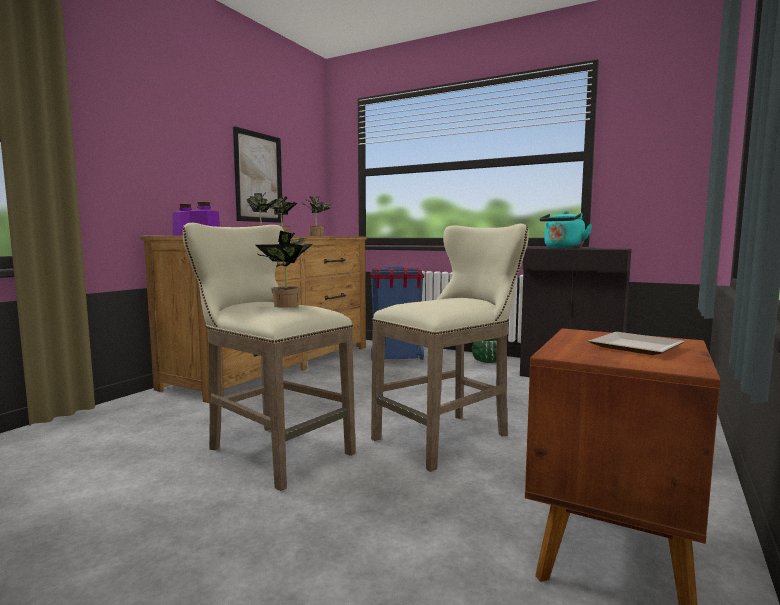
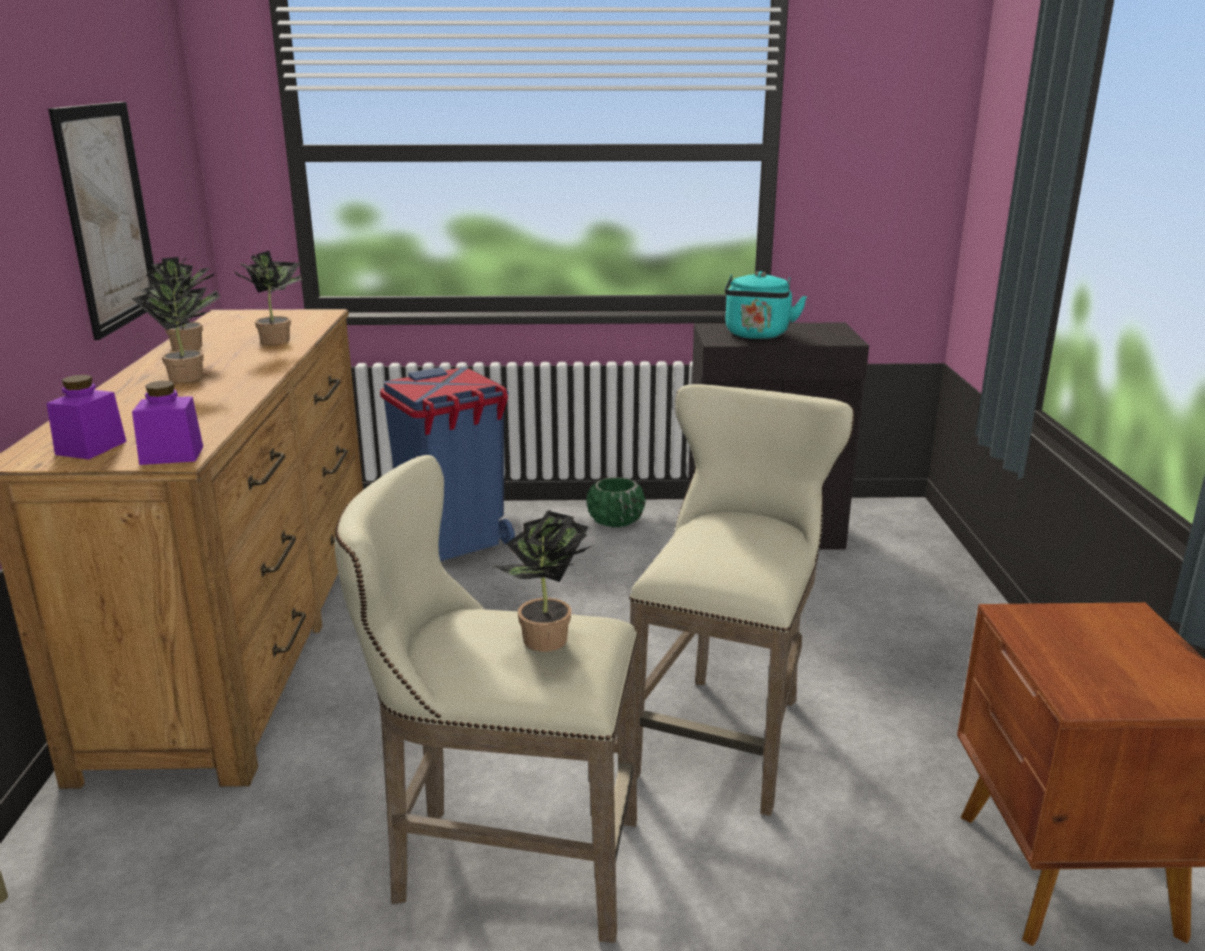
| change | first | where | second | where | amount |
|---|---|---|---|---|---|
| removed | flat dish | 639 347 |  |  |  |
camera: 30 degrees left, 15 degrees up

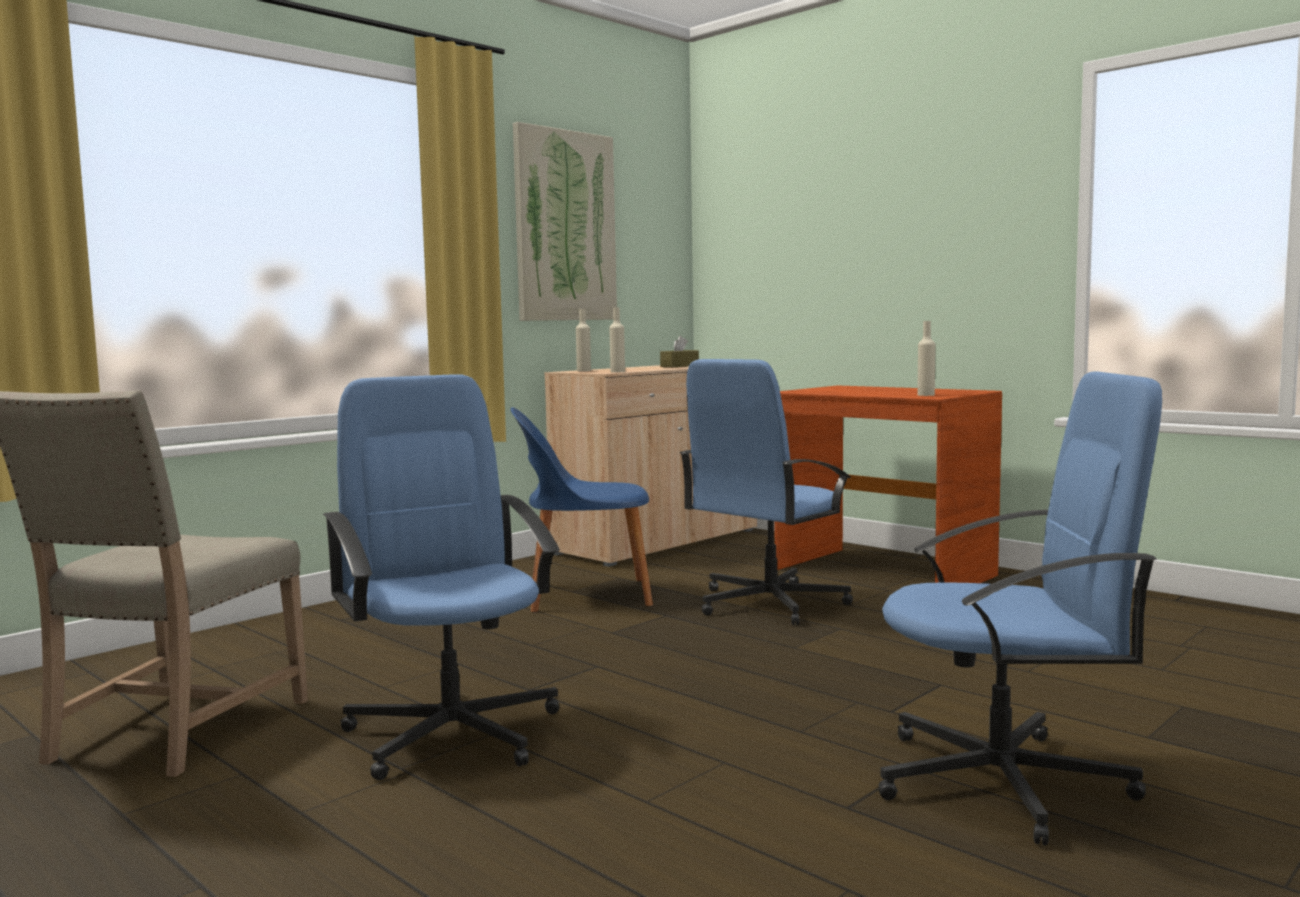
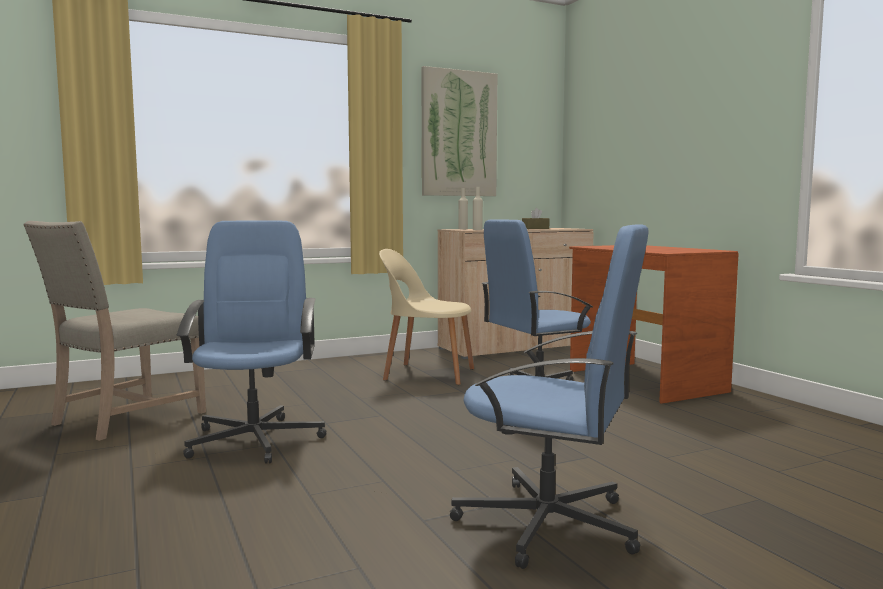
| change | first | where | second | where | amount |
|---|---|---|---|---|---|
| recoloured | upright chair (blue) | 584 595 | upright chair (beige) | 426 374 |  |
| removed | bottle (beige) | 926 395 |  |  |  |
camera: 20 degrees right, 0 degrees up

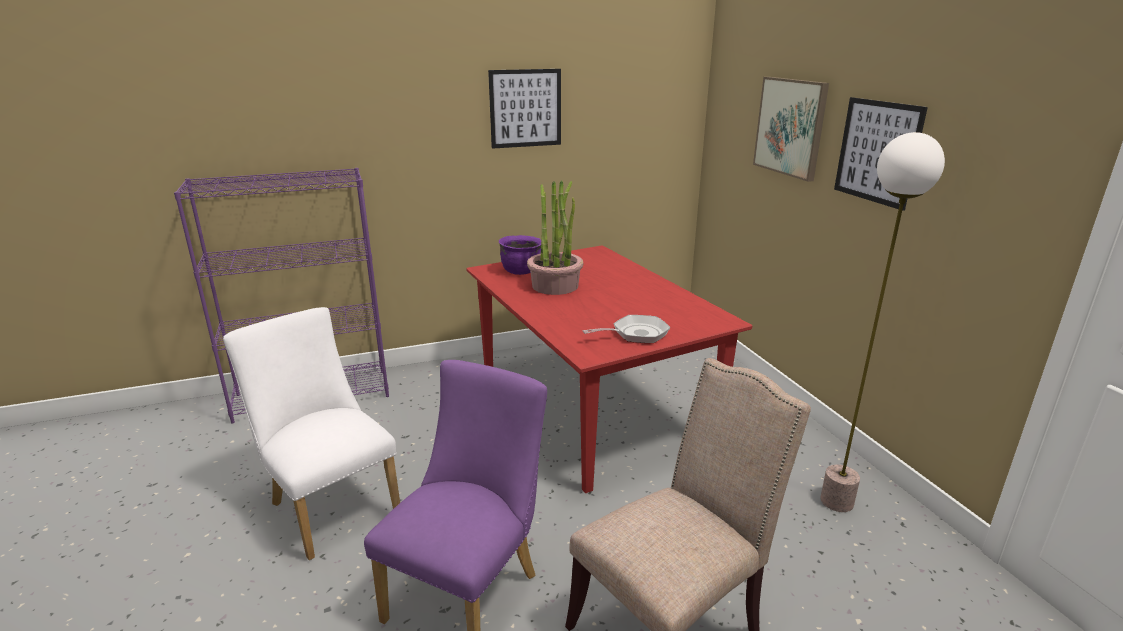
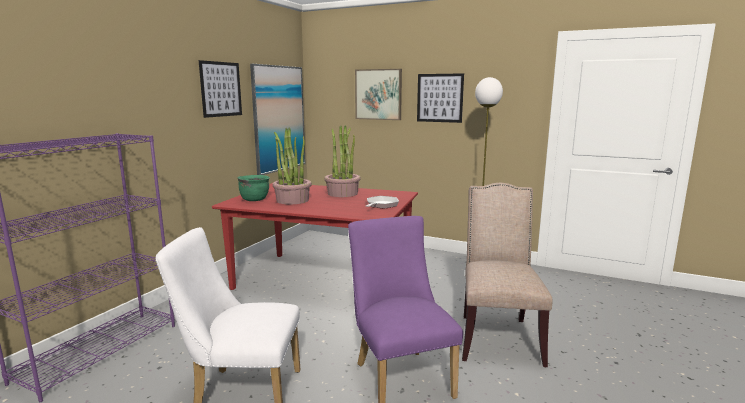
| change | first | where | second | where | amount |
|---|---|---|---|---|---|
| recoloured | stockpot (purple-coloured) | 521 271 | stockpot (green) | 254 199 |  |
| added |  |  | wall art | 279 118 |  |
| added |  |  | potted plant | 342 193 |  |
camera: 45 degrees left, 10 degrees down

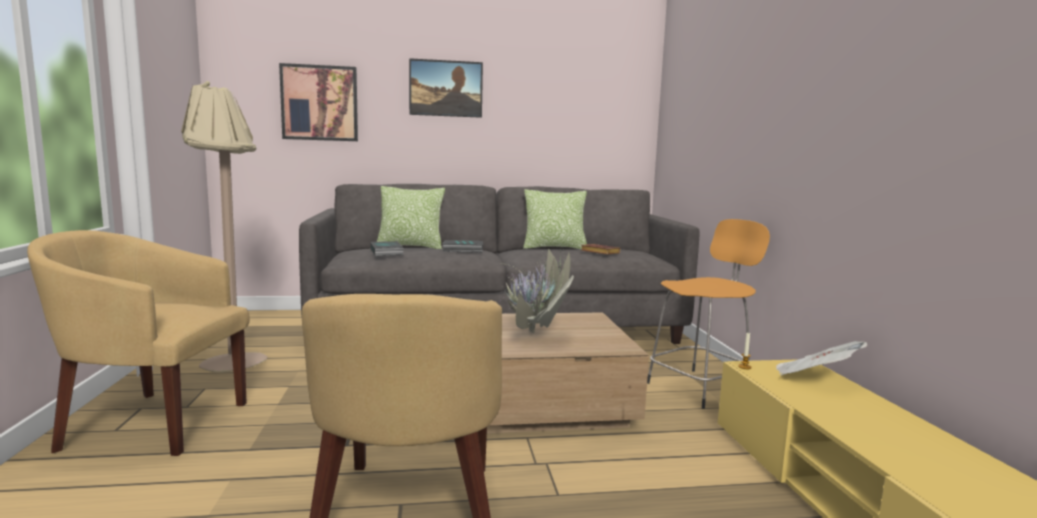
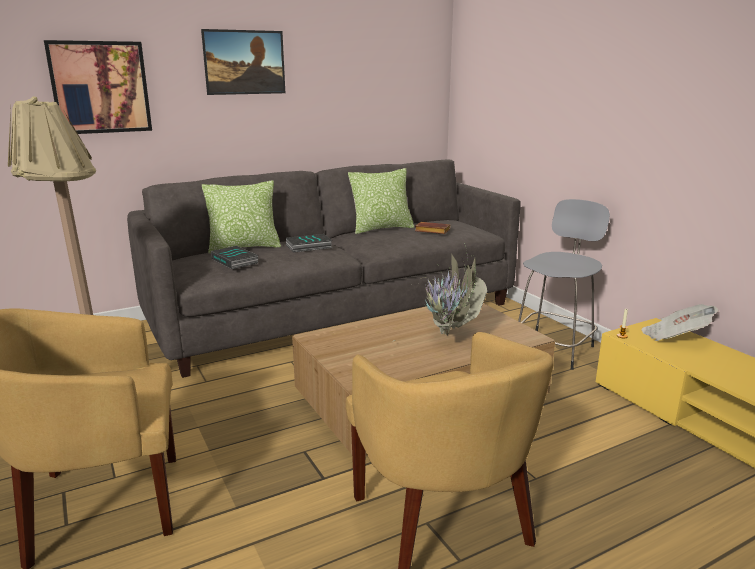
| change | first | where | second | where | amount |
|---|---|---|---|---|---|
| recoloured | stool (orange) | 700 387 | stool (greyish) | 554 348 |  |
camera: 20 degrees left, 10 degrees up

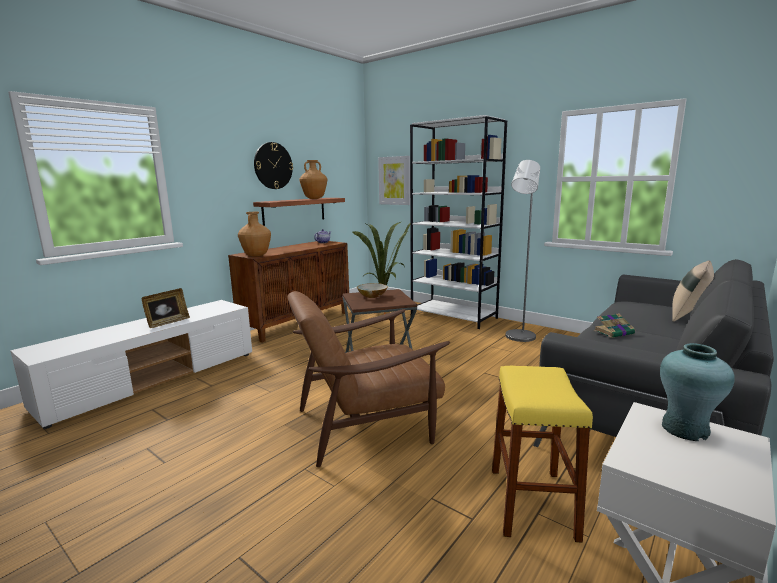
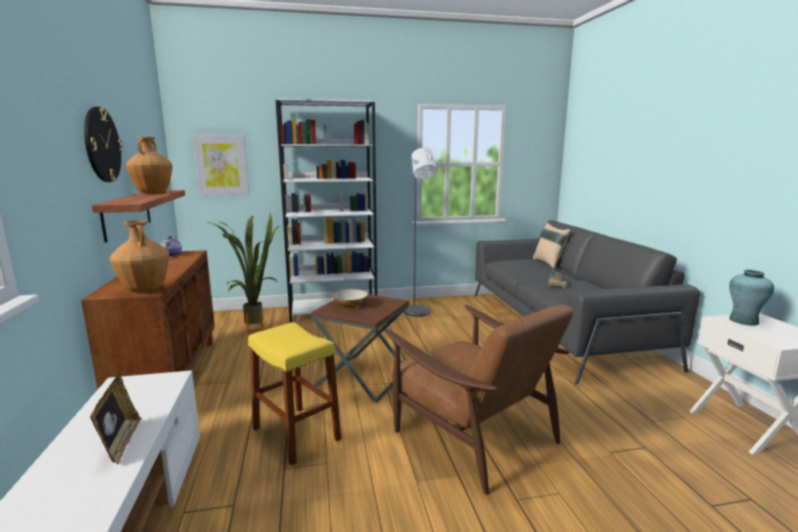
| change | first | where | second | where | amount |
|---|---|---|---|---|---|
| moved | stool (yellow-coloured) | 532 502 |  | 296 434 |  |
| turned | lounge chair (brown) | 367 423 |  | 472 433 | 60 degrees counterclockwise |
camera: 50 degrees left, 0 degrees up

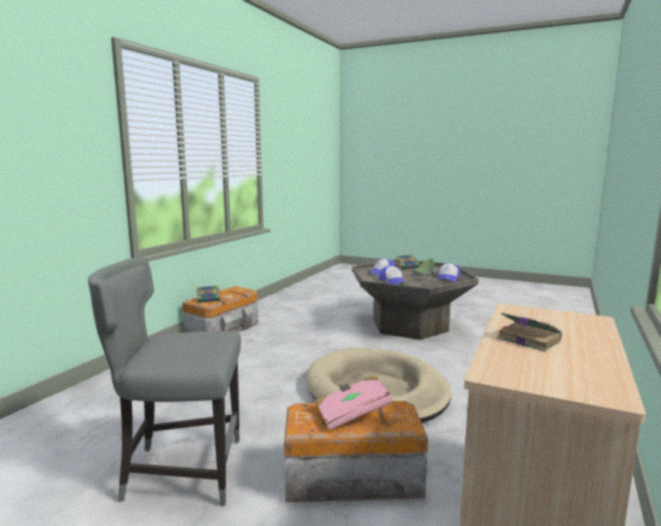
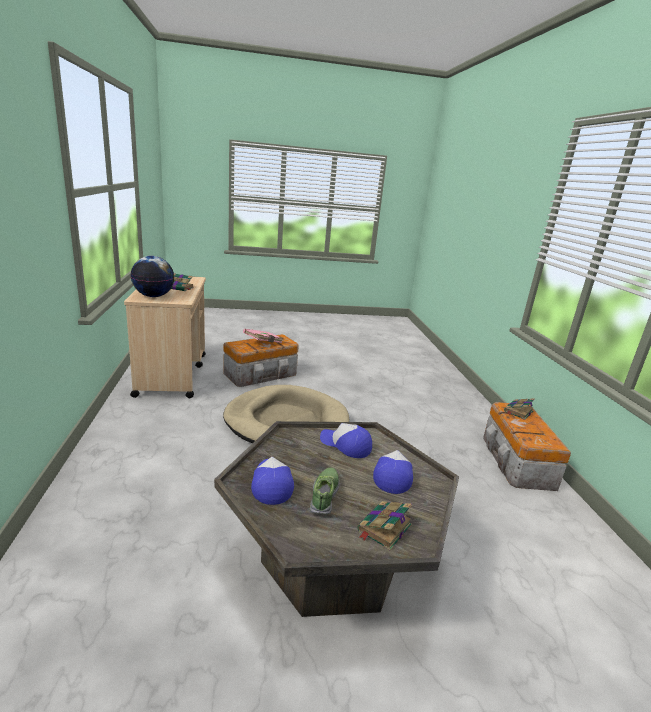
| change | first | where | second | where | amount |
|---|---|---|---|---|---|
| added |  |  | globe | 154 296 |  |
| removed | upright chair (greyish) | 181 471 |  |  |  |
camera: 145 degrees right, 10 degrees up

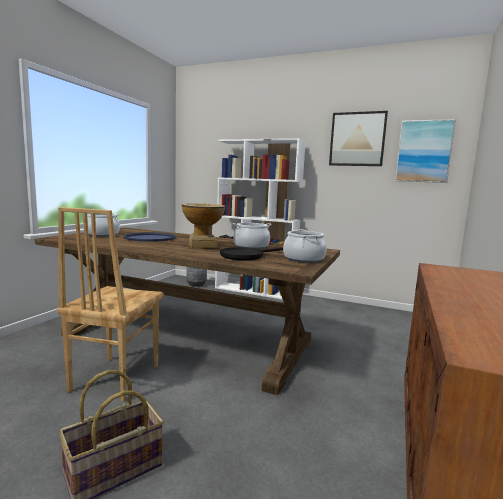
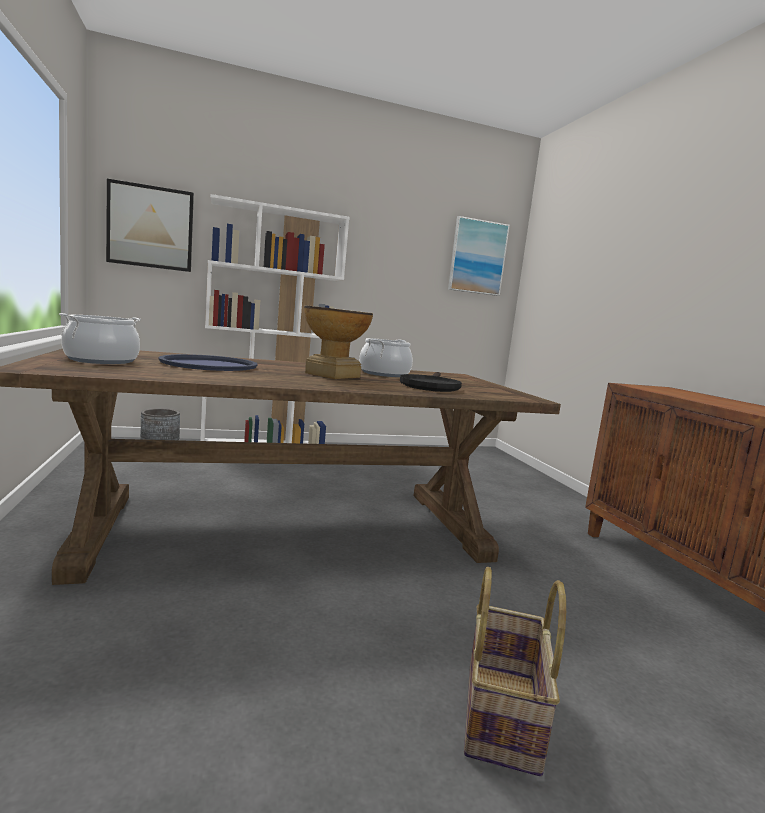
| change | first | where | second | where | amount |
|---|---|---|---|---|---|
| moved | wall art | 357 139 |  | 150 227 |  |
| removed | upright chair (brown) | 114 378 |  |  |  |
| removed | stockpot | 304 259 |  |  |  |
camera: 40 degrees left, 0 degrees up

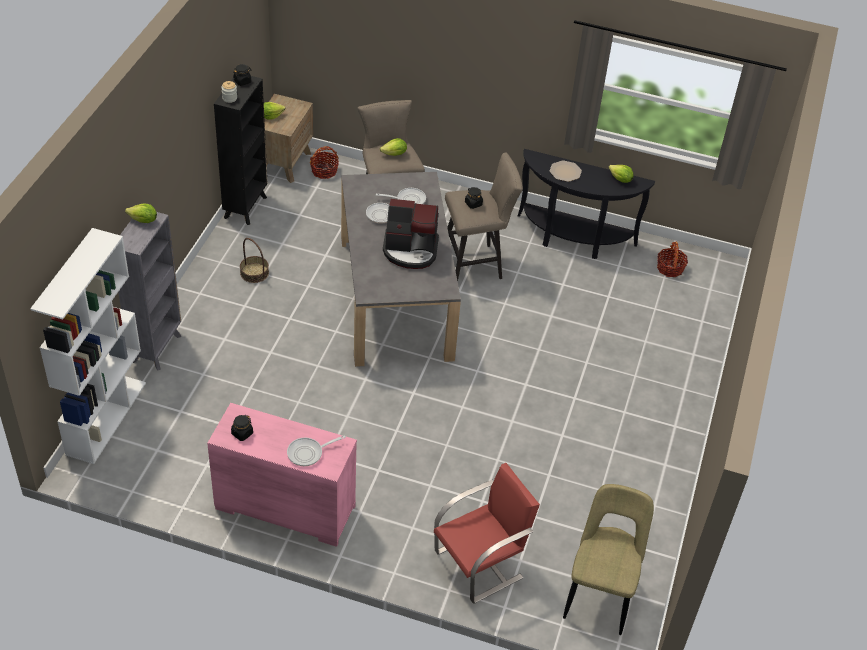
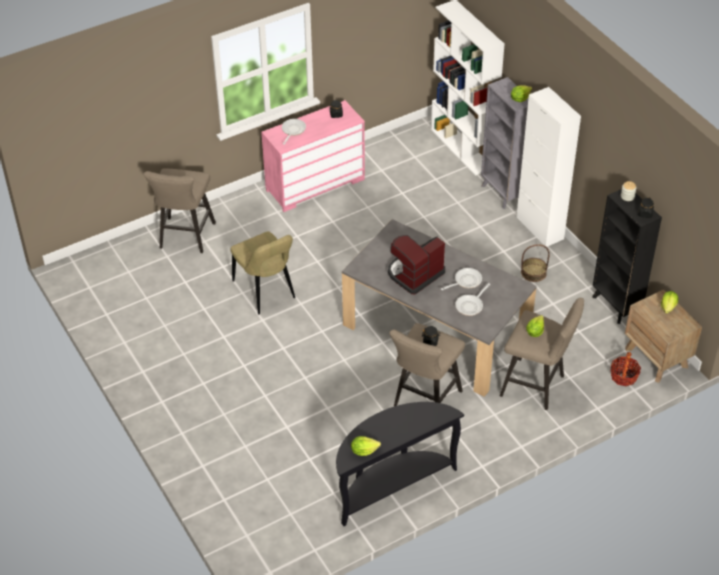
| change | first | where | second | where | amount |
|---|---|---|---|---|---|
| replaced | upright chair (red) | 480 564 | stool (beige) | 185 238 |  |
| moved | upright chair (beige) | 600 593 |  | 265 291 |  |
| added |  |  | cupboard (whitish) | 539 228 |  |
| removed | flat dish | 565 171 |  |  |  |
| removed | storage basket | 670 268 |  |  |  |
camera: 135 degrees right, 0 degrees up

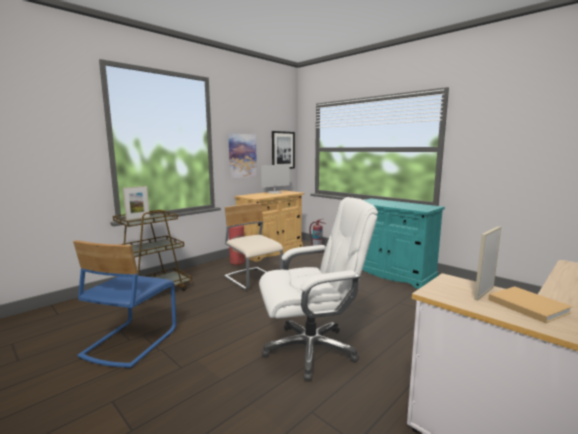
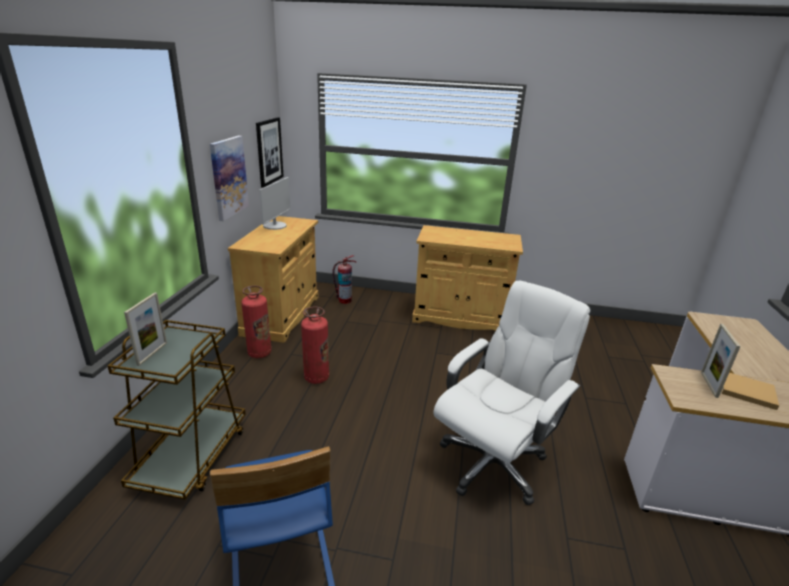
| change | first | where | second | where | amount |
|---|---|---|---|---|---|
| replaced | upright chair (beige) | 253 279 | fire extinguisher | 316 377 |  |
| recoloured | cupboard (turquoise-coloured) | 391 273 | cupboard (beige) | 460 317 |  |
camera: 35 degrees left, 15 degrees up

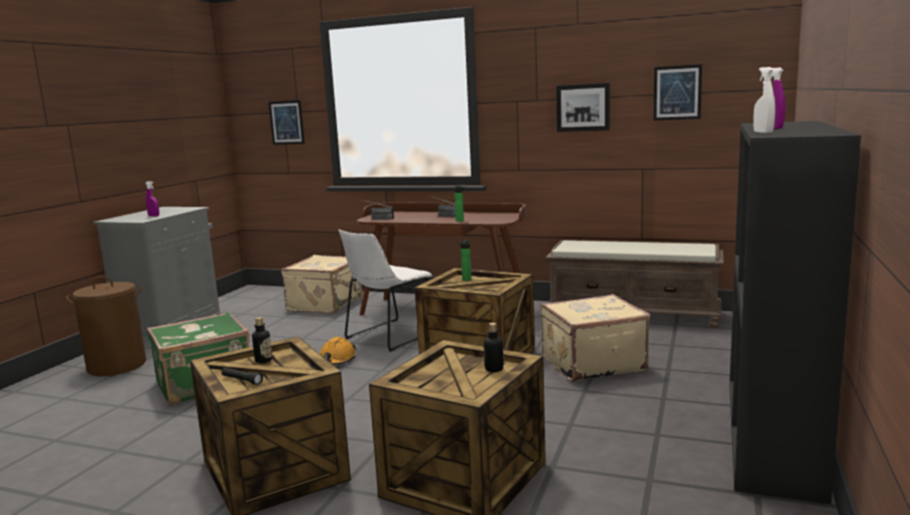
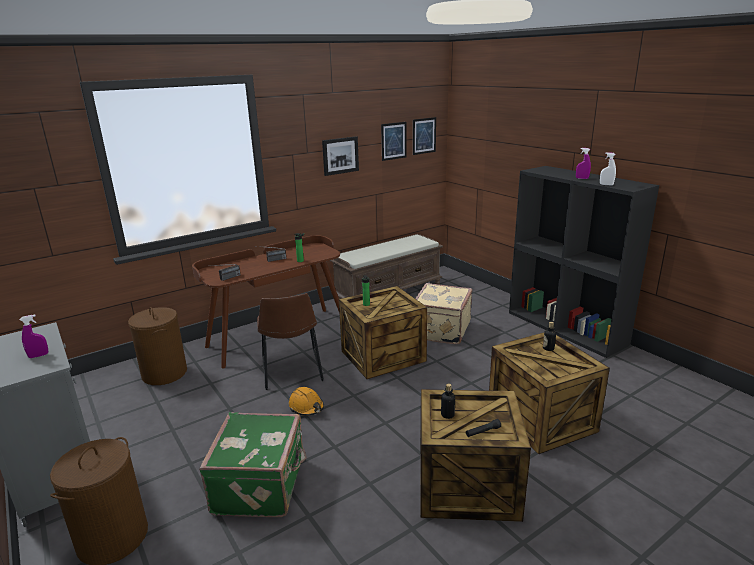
| change | first | where | second | where | amount |
|---|---|---|---|---|---|
| replaced | piece of luggage (beige) | 327 304 | hamper (brown) | 164 373 |  |
| recoloured | upright chair (whitish) | 390 336 | upright chair (brown) | 292 371 |  |
| moved | wall art | 286 122 |  | 424 136 |  |
camera: 55 degrees left, 10 degrees up

